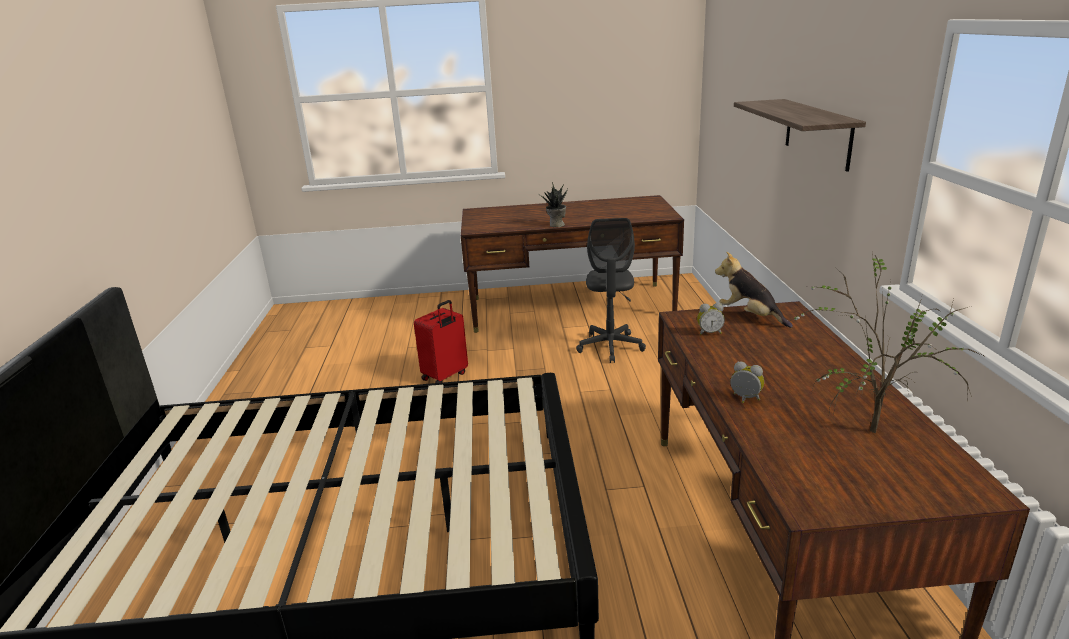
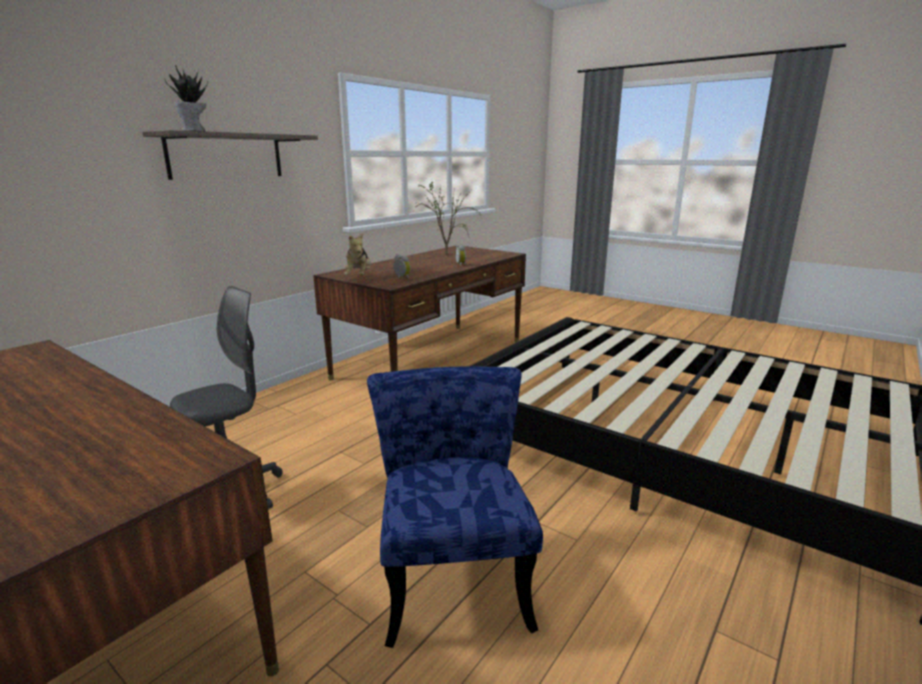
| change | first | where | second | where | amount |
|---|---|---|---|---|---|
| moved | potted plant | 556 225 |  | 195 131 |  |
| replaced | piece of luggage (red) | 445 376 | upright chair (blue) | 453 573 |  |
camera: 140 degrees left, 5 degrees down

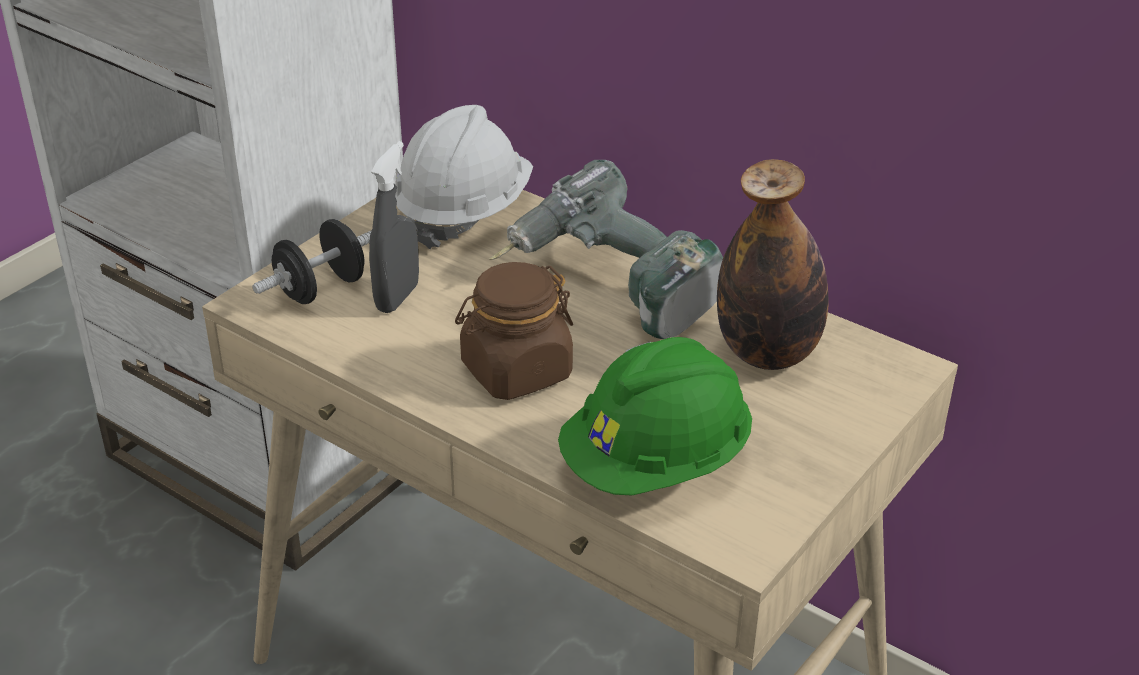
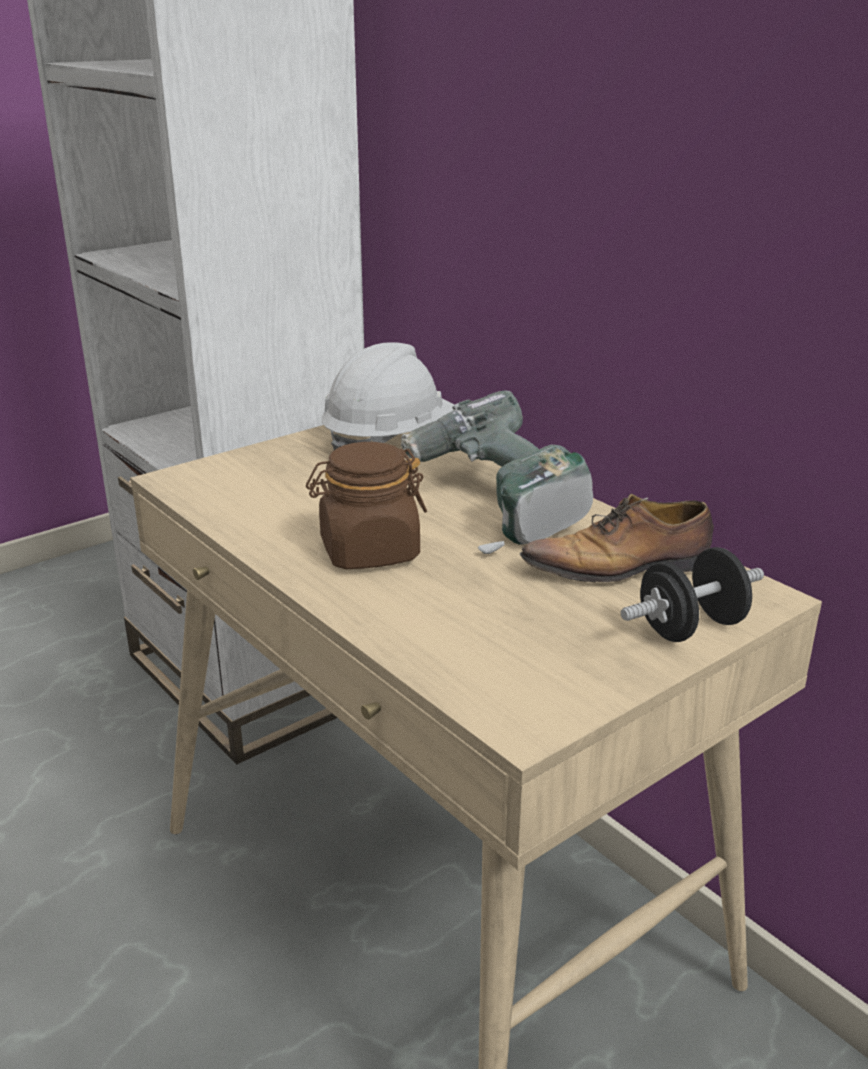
| change | first | where | second | where | amount |
|---|---|---|---|---|---|
| replaced | bottle | 767 353 | low shoe | 621 568 |  |
| moved | dumbbell (blackish) | 321 289 |  | 690 628 |  |
| removed | sprayer (greyish) | 397 297 |  |  |  |
| removed | safety helmet (green) | 656 463 |  |  |  |
camera: 15 degrees right, 10 degrees down

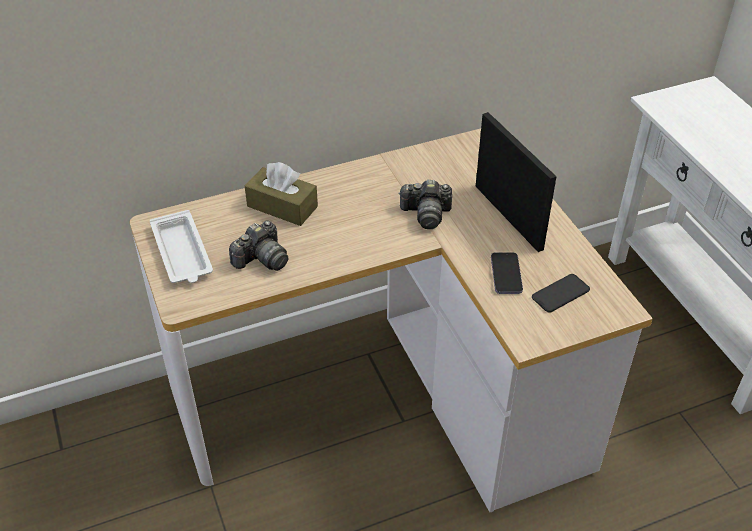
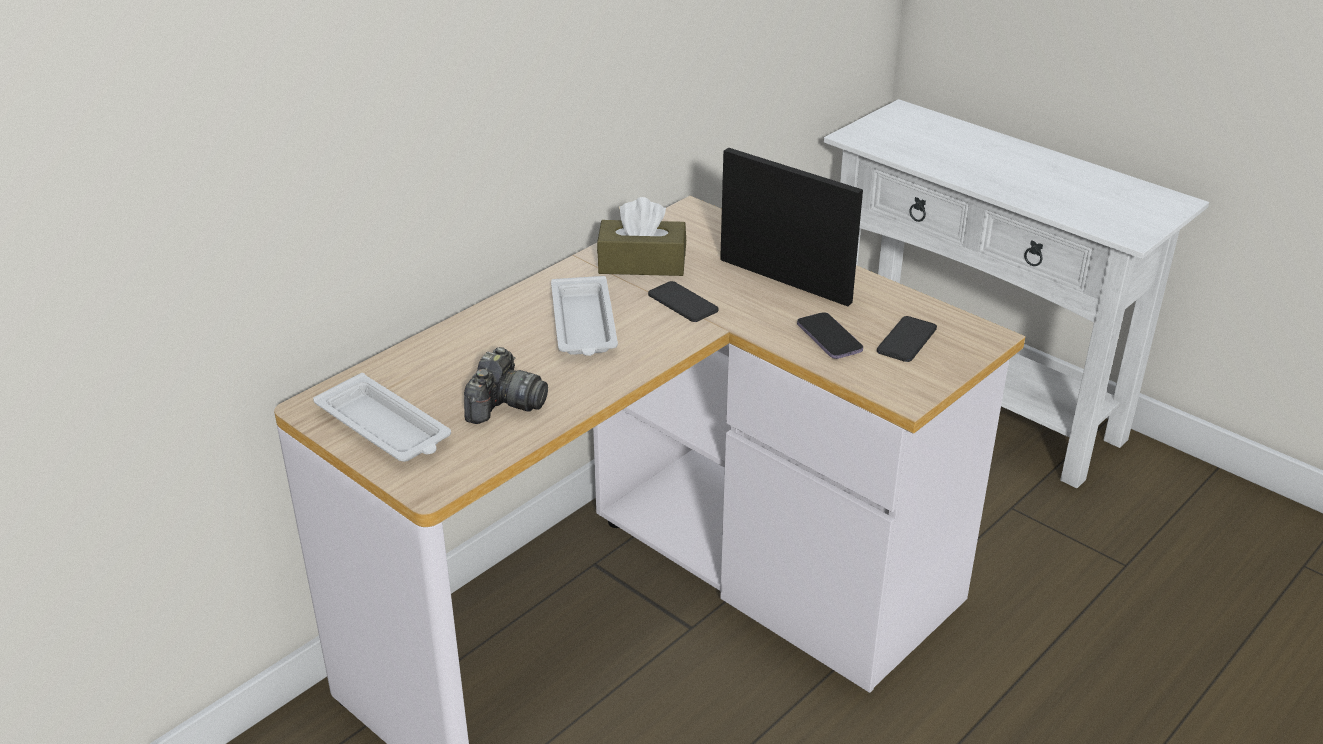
| change | first | where | second | where | amount |
|---|---|---|---|---|---|
| added |  |  | carrying tray (whitish) | 584 325 |  |
| moved | tissue box (brown) | 282 206 |  | 642 263 |  |
| replaced | still camera | 426 214 | telephone | 682 302 |  |
camera: 25 degrees left, 10 degrees down

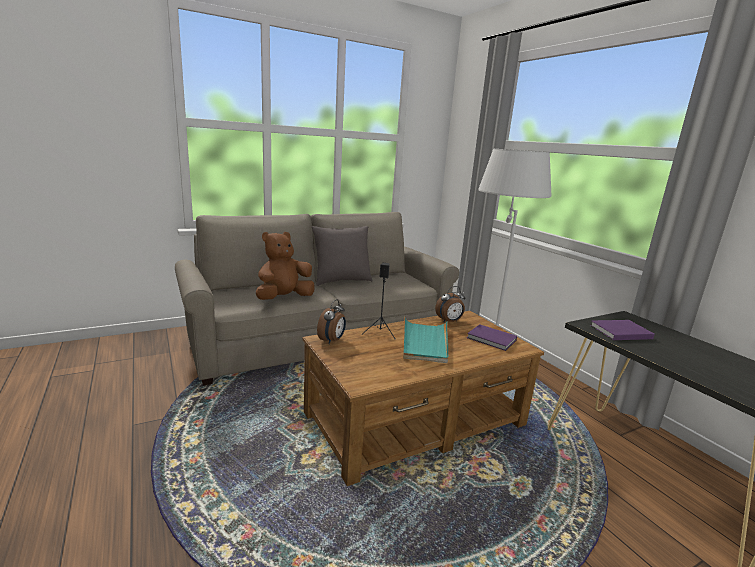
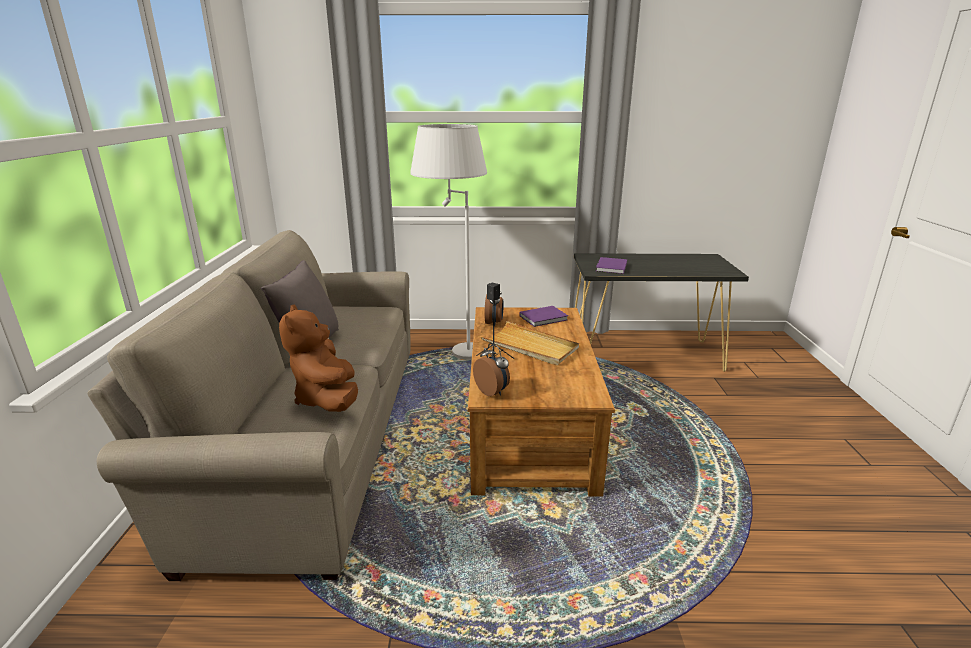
| change | first | where | second | where | amount |
|---|---|---|---|---|---|
| recoloured | carrying tray (turquoise-coloured) | 425 342 | carrying tray (beige) | 530 346 |  |
camera: 60 degrees left, 5 degrees up

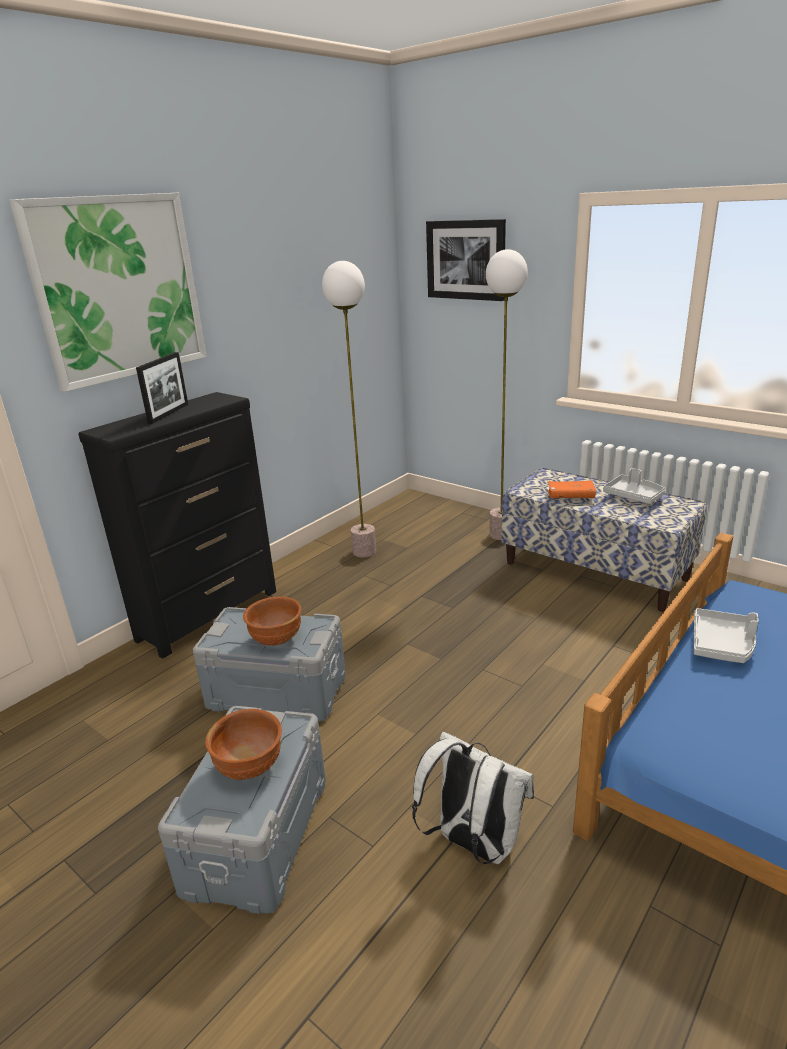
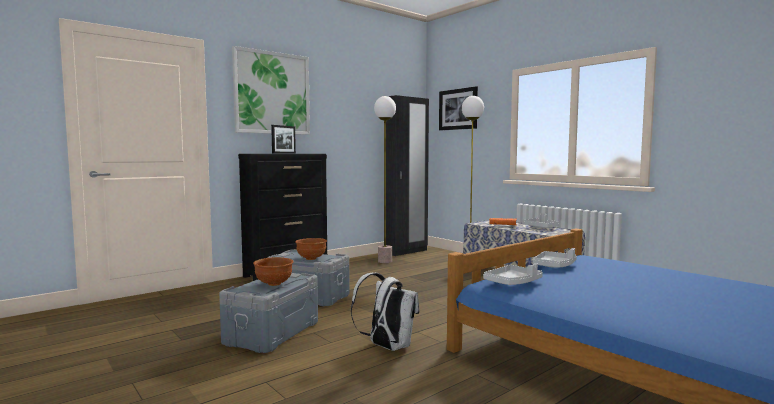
| change | first | where | second | where | amount |
|---|---|---|---|---|---|
| added |  |  | armoire (blackish) | 406 251 |  |
| added |  |  | carrying tray (greyish) | 513 282 |  |
camera: 10 degrees right, 20 degrees down

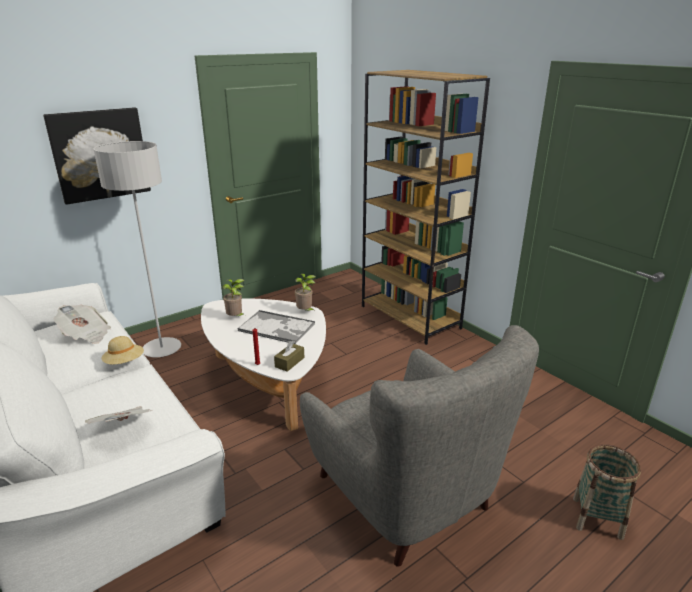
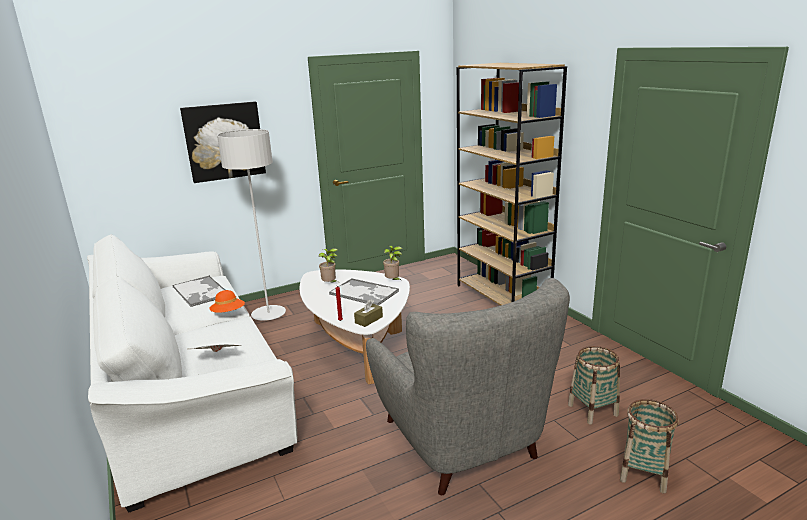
| change | first | where | second | where | amount |
|---|---|---|---|---|---|
| replaced | printed paper | 86 335 | carrying tray | 201 292 |  |
| recoloured | clothing hat (beige) | 124 362 | clothing hat (orange) | 228 313 |  |
| added |  |  | storage basket | 593 410 |  |
camera: 10 degrees right, 5 degrees down

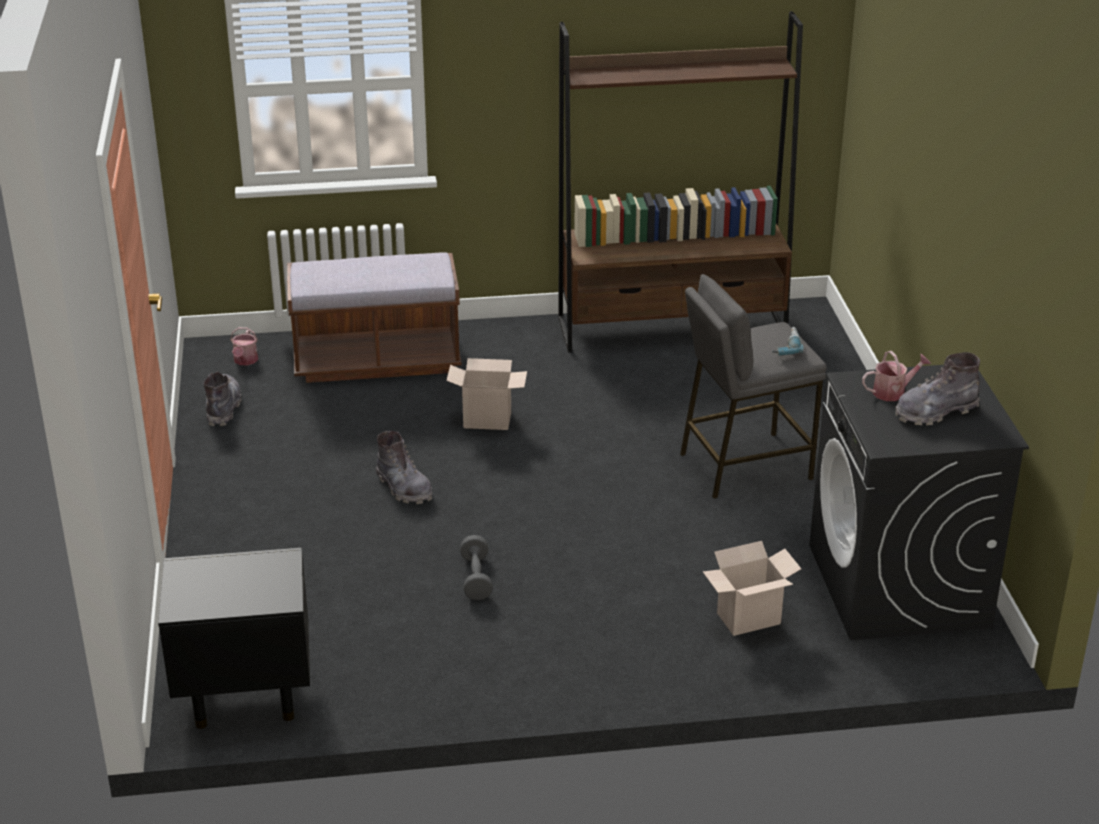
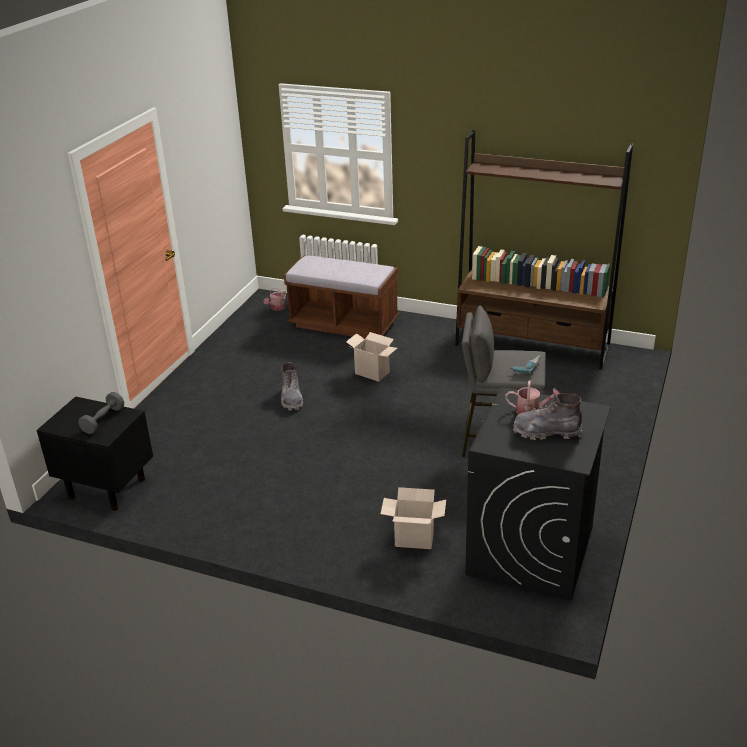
| change | first | where | second | where | amount |
|---|---|---|---|---|---|
| moved | dumbbell (greyish) | 476 578 |  | 103 420 |  |
| removed | tall boot (greyish) | 223 408 |  |  |  |
camera: 30 degrees right, 0 degrees up

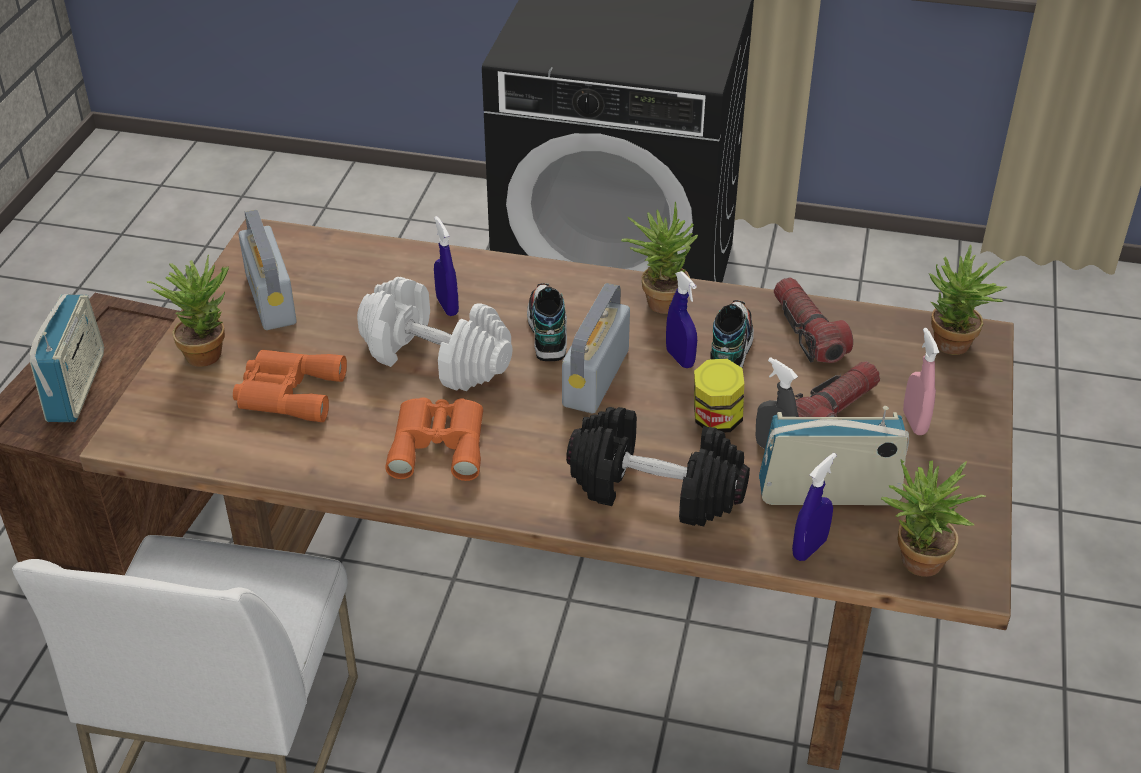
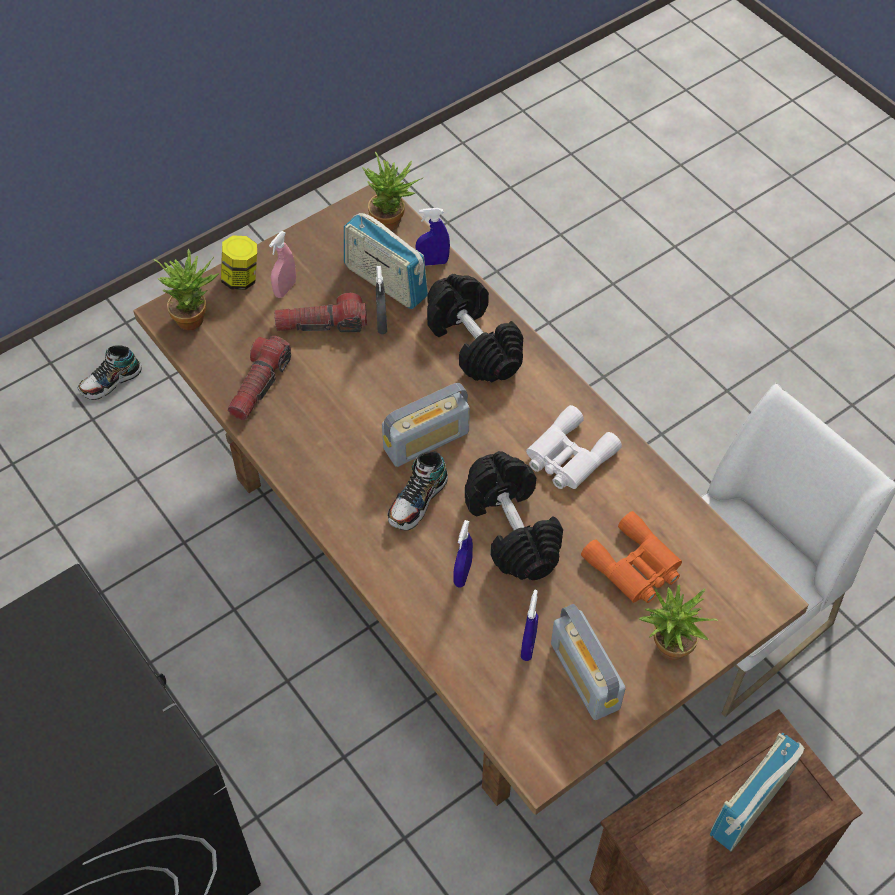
| change | first | where | second | where | amount |
|---|---|---|---|---|---|
| moved | low shoe | 729 349 |  | 111 382 |  |
| moved | storage jar | 716 421 |  | 241 278 |  |
| recoloured | dumbbell (whitish) | 434 358 | dumbbell (blackish) | 513 529 |  |
| moved | sprayer (blue) | 680 358 |  | 528 646 |  |
| recoloured | binoculars (orange) | 439 443 | binoculars (whitish) | 568 456 |  |
| turned | radio | 271 299 |  | 585 676 | 135 degrees clockwise |
| removed | potted plant | 658 300 |  |  |  |
camera: 140 degrees left, 15 degrees up

